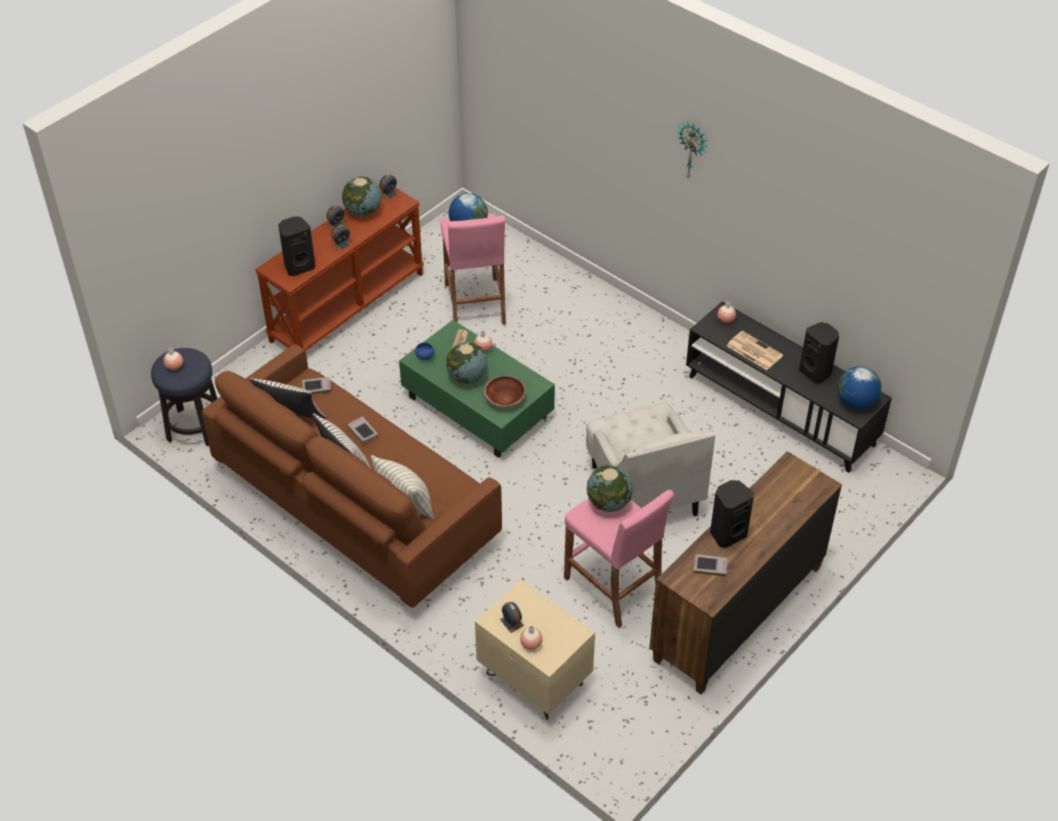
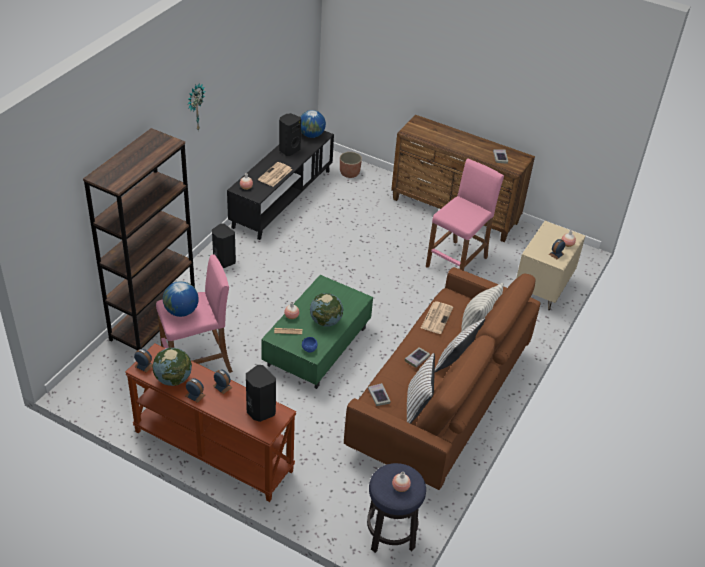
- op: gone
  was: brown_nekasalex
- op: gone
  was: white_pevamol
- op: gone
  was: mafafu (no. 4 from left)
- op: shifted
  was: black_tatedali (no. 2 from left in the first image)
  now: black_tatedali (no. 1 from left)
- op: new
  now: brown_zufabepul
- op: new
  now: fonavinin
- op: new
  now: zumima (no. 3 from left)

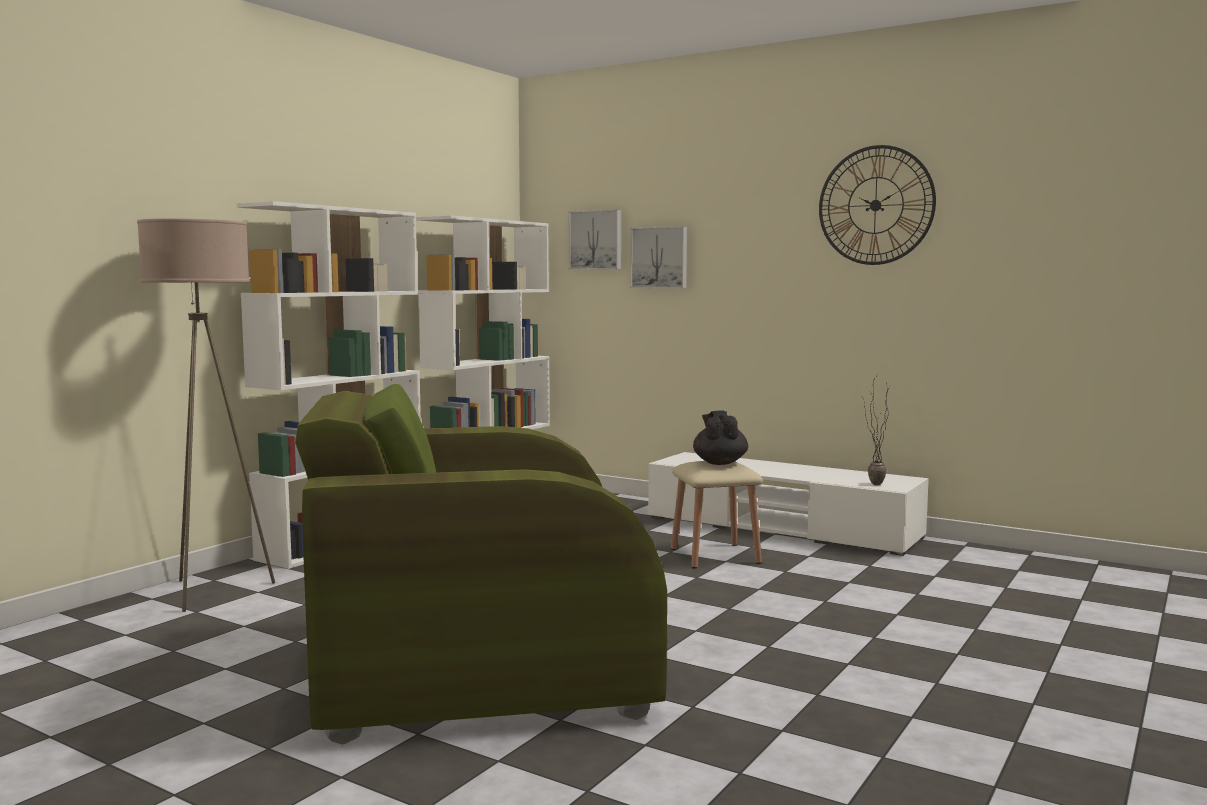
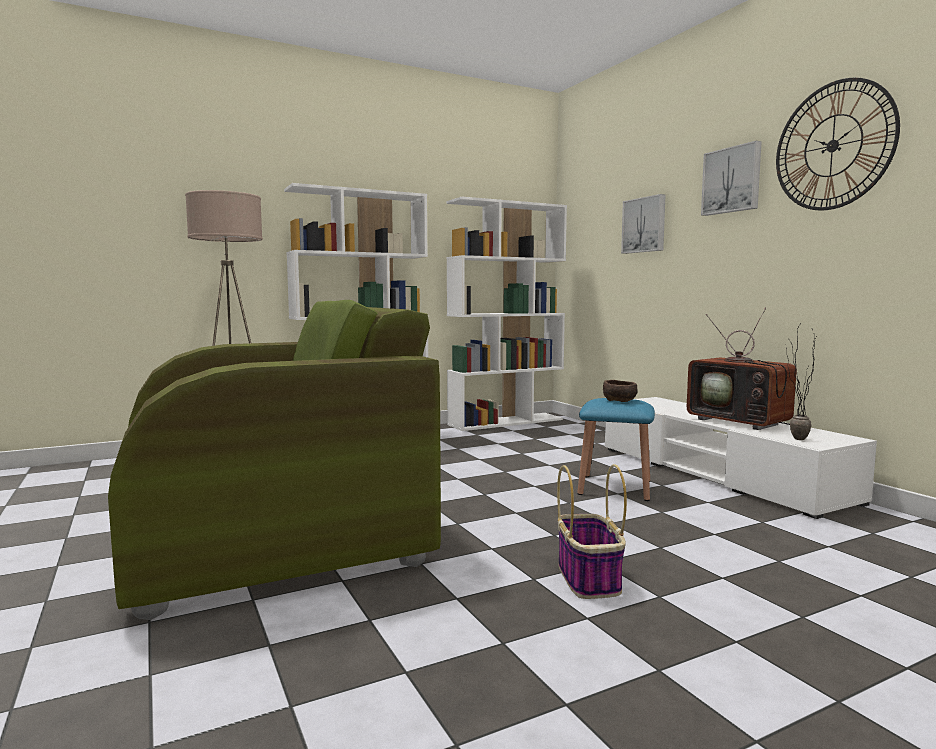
- op: rotated
  was: green_pevamol
  clockwise: 135
- op: shifted
  was: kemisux (no. 1 from left in the first image)
  now: kemisux (no. 2 from left)
- op: repainted
  was: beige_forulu
  now: blue_forulu
- op: swapped
  was: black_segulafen
  now: brown_nekasalex
- op: new
  now: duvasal
- op: new
  now: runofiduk

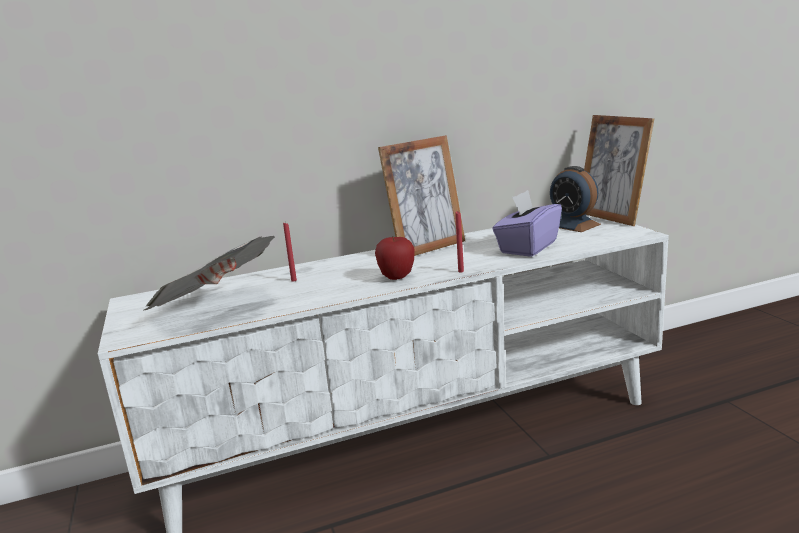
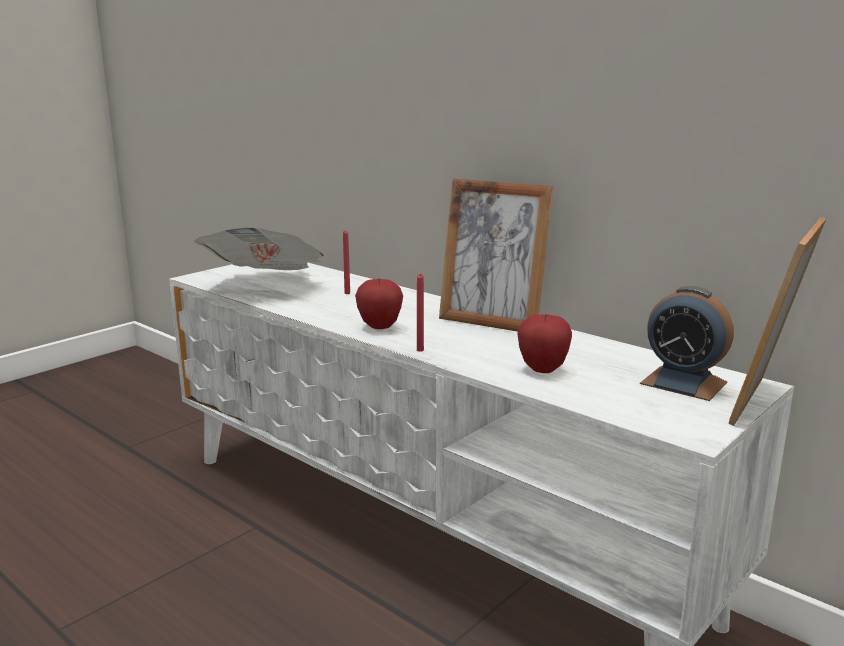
- op: swapped
  was: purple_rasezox
  now: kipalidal (no. 2 from left)
- op: rotated
  was: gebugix
  clockwise: -75

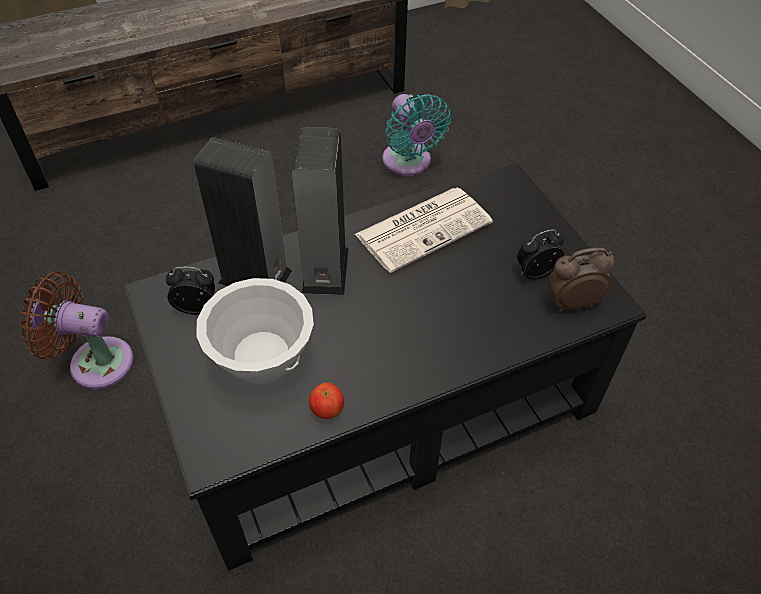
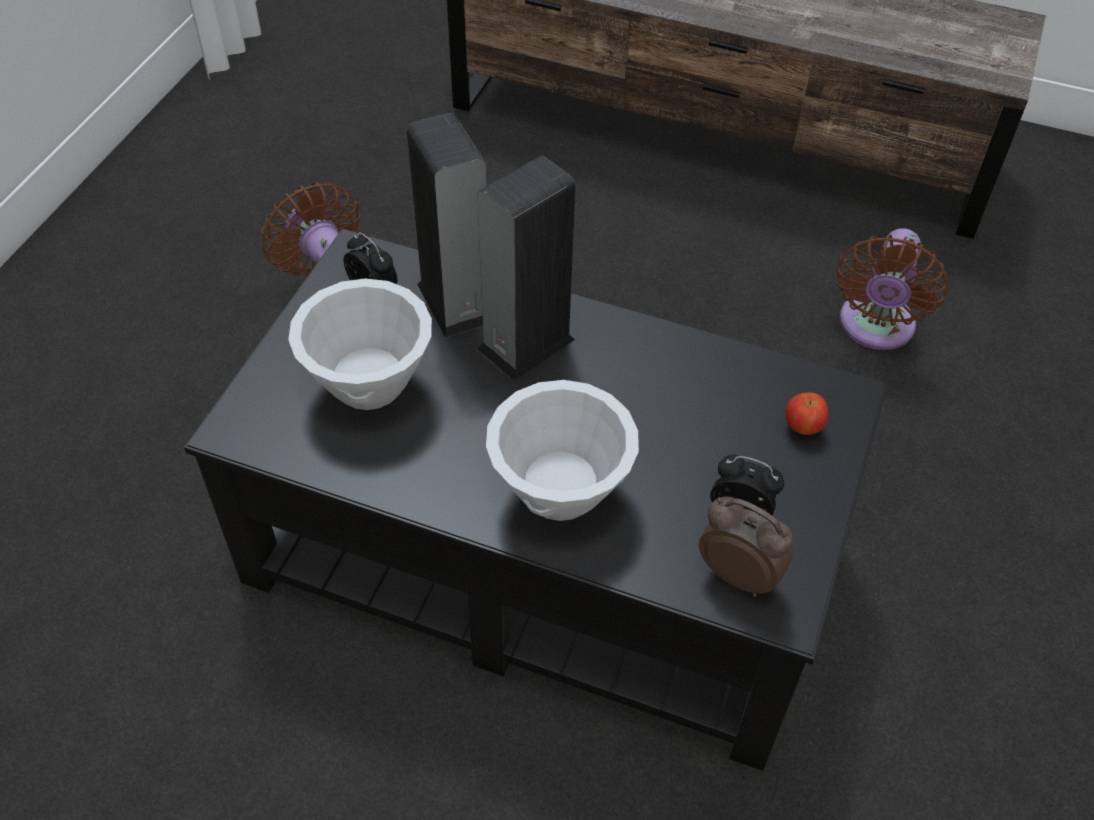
- op: shifted
  was: kipalidal
- op: gone
  was: zumima
- op: repainted
  was: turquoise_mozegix
  now: brown_mozegix (no. 2 from left)
- op: new
  now: white_nekasalex (no. 2 from left)

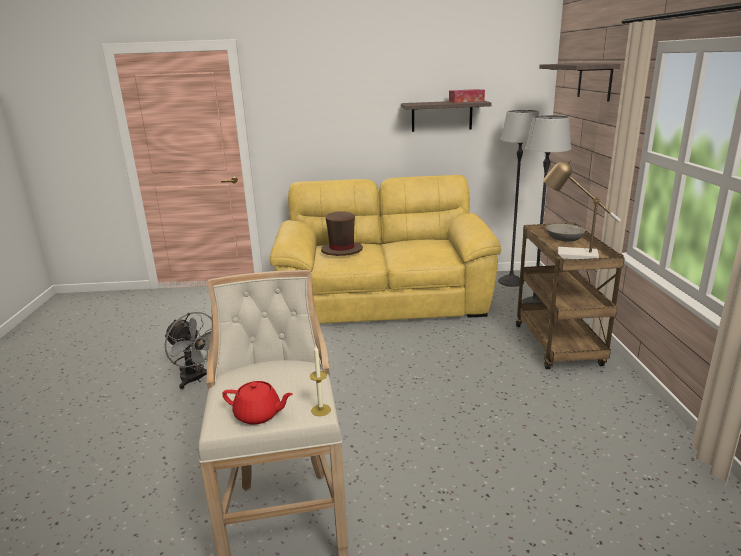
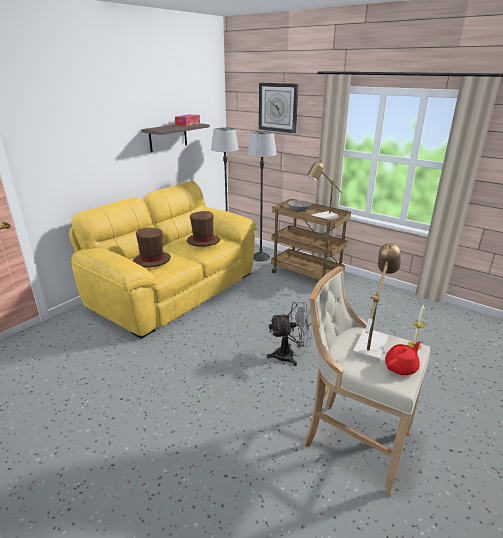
- op: shifted
  was: grey_mozegix
- op: swapped
  was: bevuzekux (no. 2 from left)
  now: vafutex
- op: new
  now: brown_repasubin (no. 2 from left)
- op: new
  now: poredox (no. 2 from left)

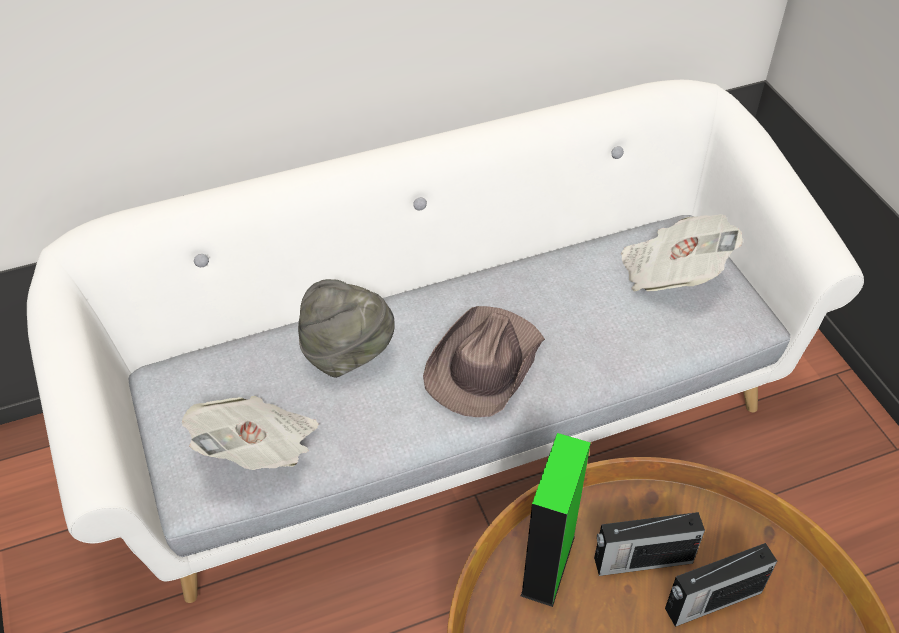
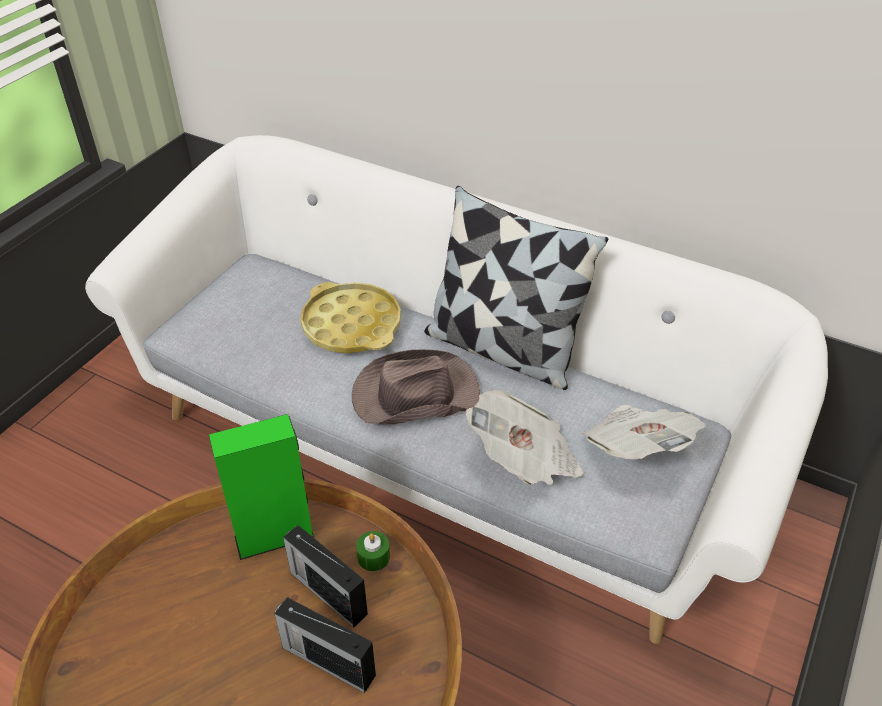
- op: shifted
  was: zumima (no. 1 from left)
- op: swapped
  was: grey_repasubin
  now: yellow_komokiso
- op: new
  now: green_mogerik
- op: new
  now: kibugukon

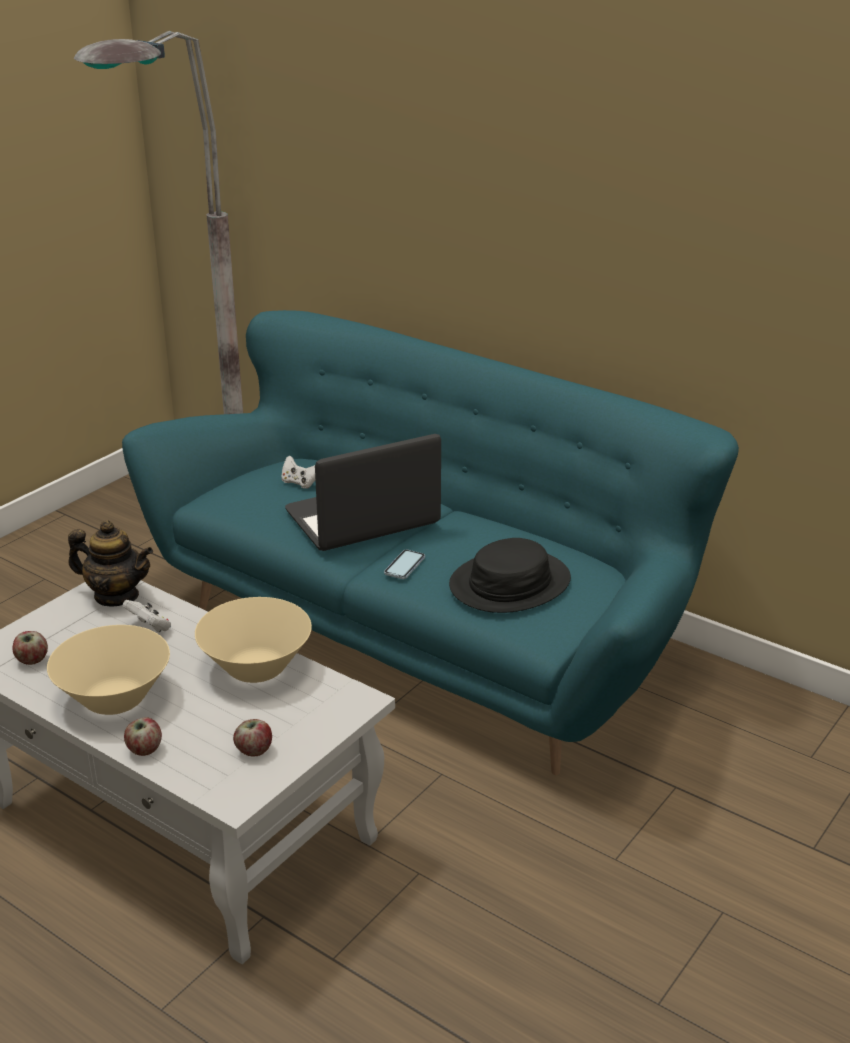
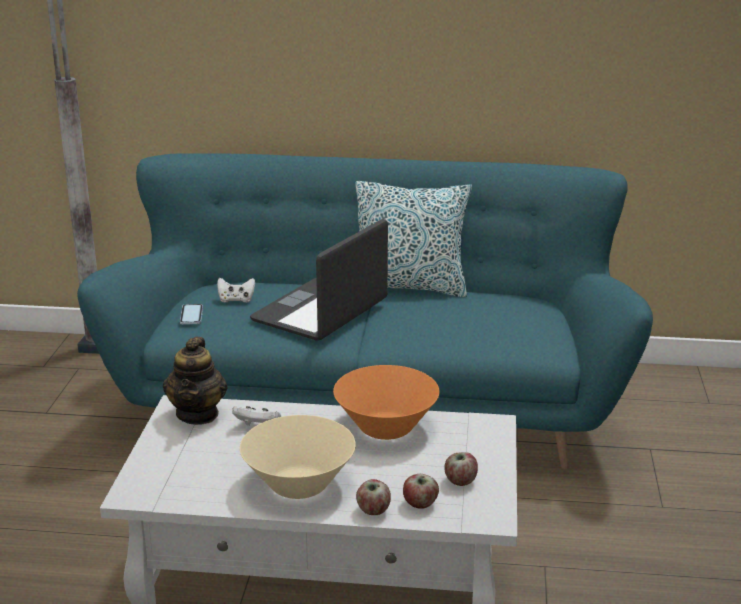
- op: shifted
  was: kipalidal (no. 1 from left in the first image)
  now: kipalidal (no. 2 from left)
- op: rotated
  was: segulafen
  clockwise: 105
- op: repainted
  was: beige_nekasalex (no. 2 from left)
  now: orange_nekasalex
- op: shifted
  was: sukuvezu
- op: gone
  was: black_repasubin
- op: new
  now: kibugukon

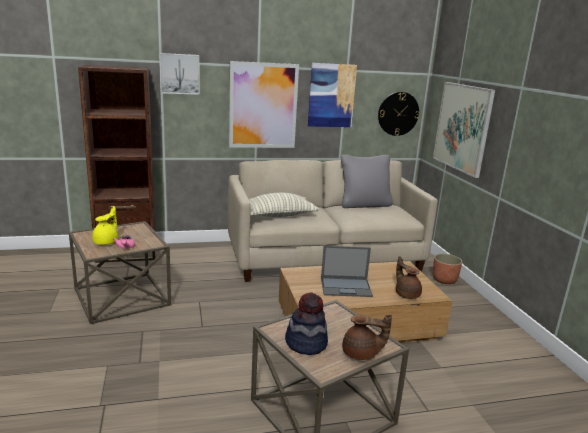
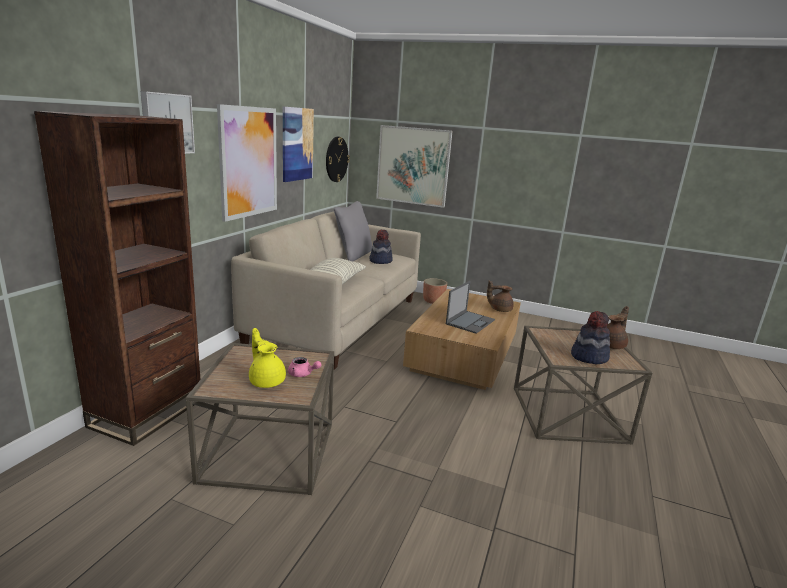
- op: new
  now: repasubin (no. 1 from left)

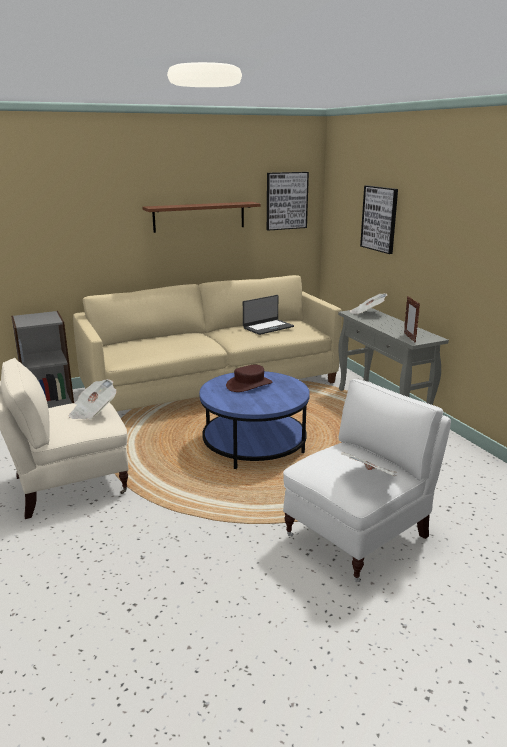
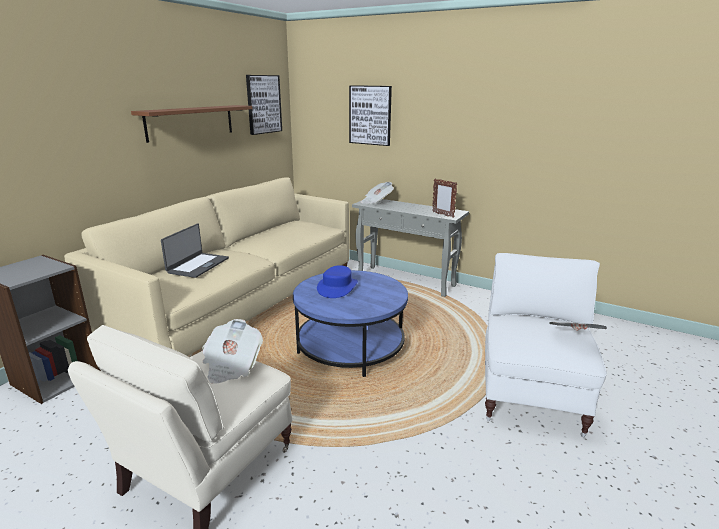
- op: repainted
  was: brown_repasubin
  now: blue_repasubin
- op: shifted
  was: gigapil

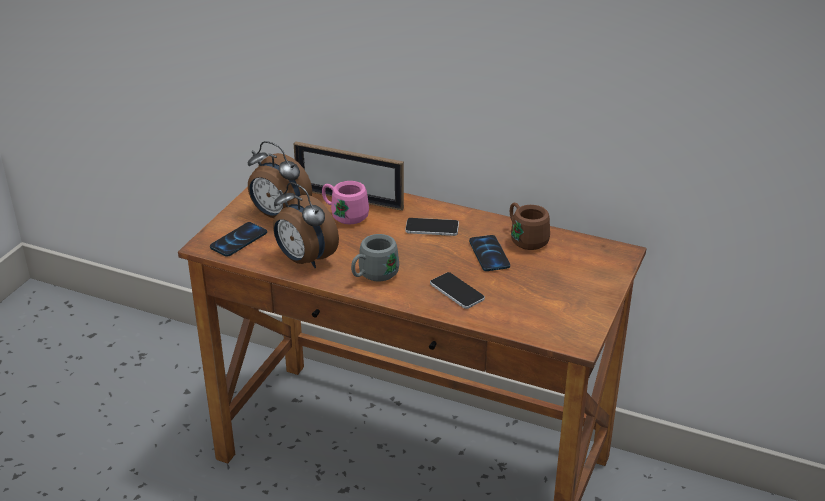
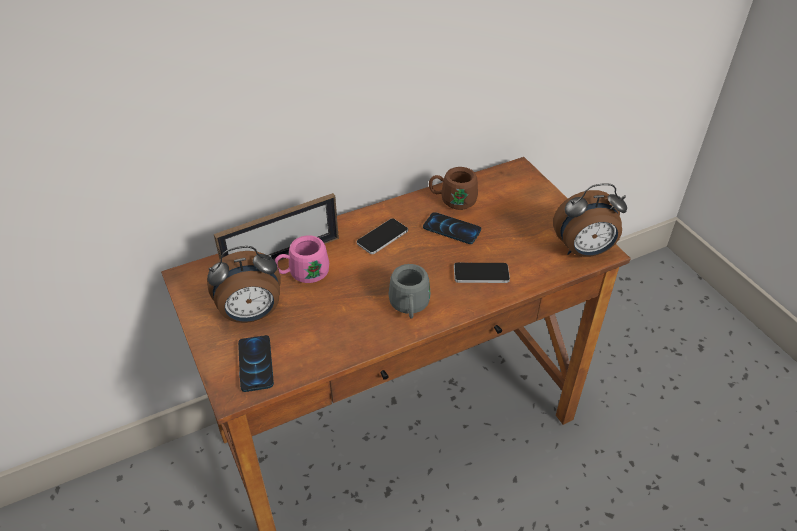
- op: shifted
  was: gebugix (no. 2 from left)

